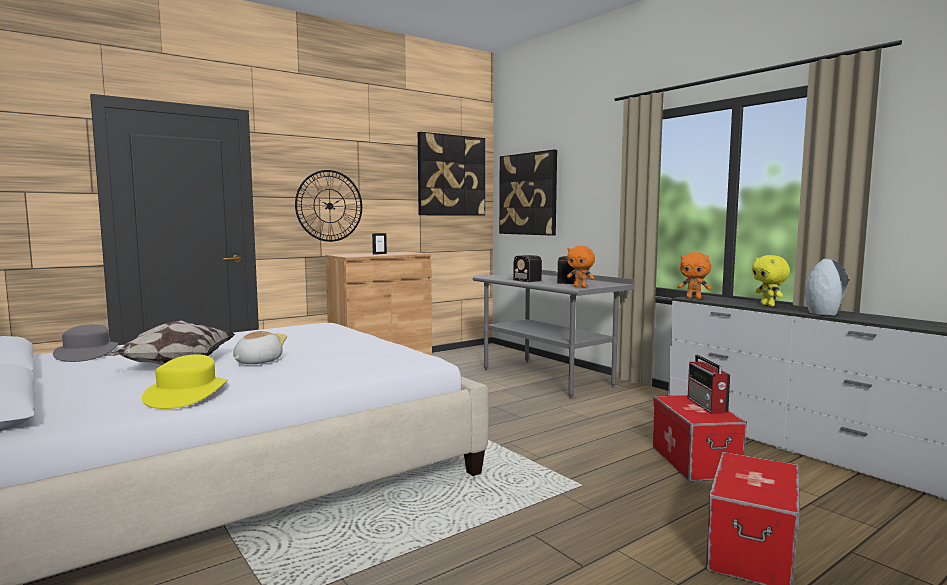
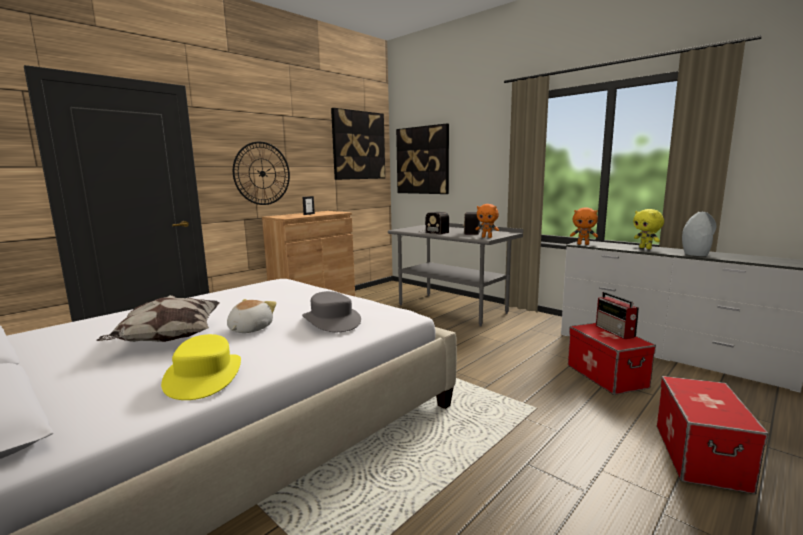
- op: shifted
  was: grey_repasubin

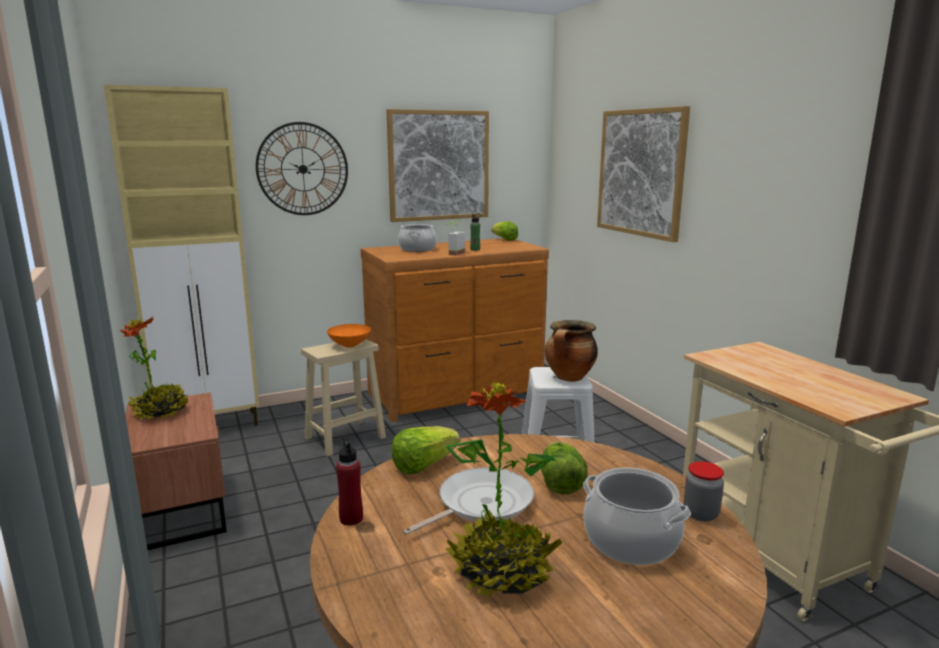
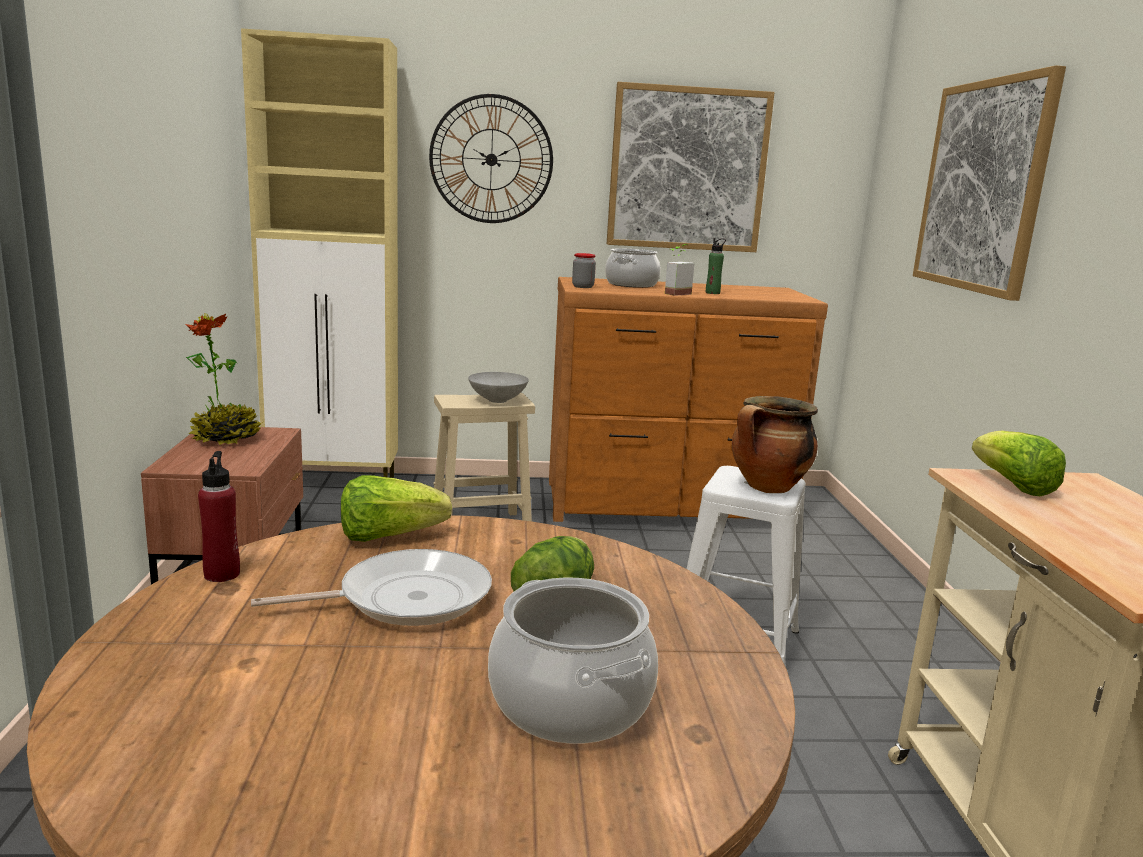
- op: repainted
  was: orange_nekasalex
  now: grey_nekasalex
- op: gone
  was: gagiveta (no. 3 from left)
- op: shifted
  was: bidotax (no. 2 from left in the first image)
  now: bidotax (no. 3 from left)
- op: shifted
  was: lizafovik

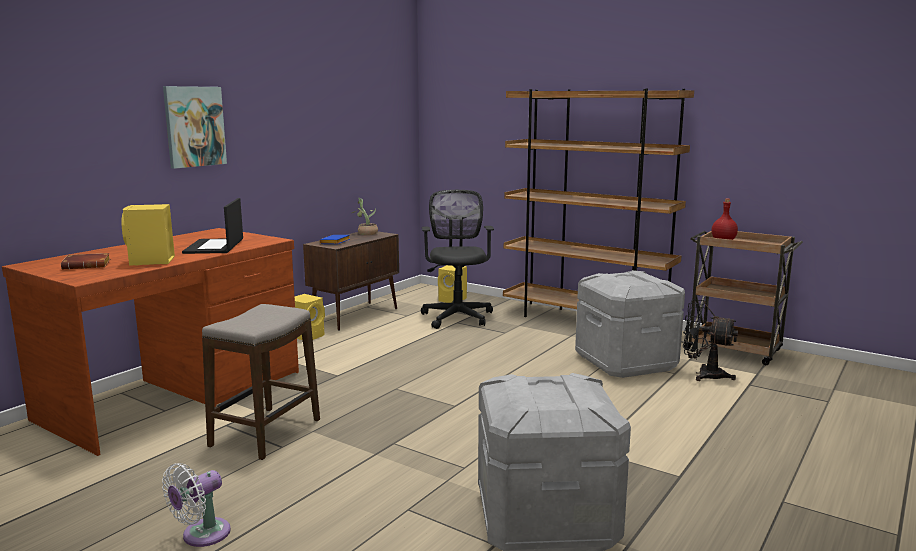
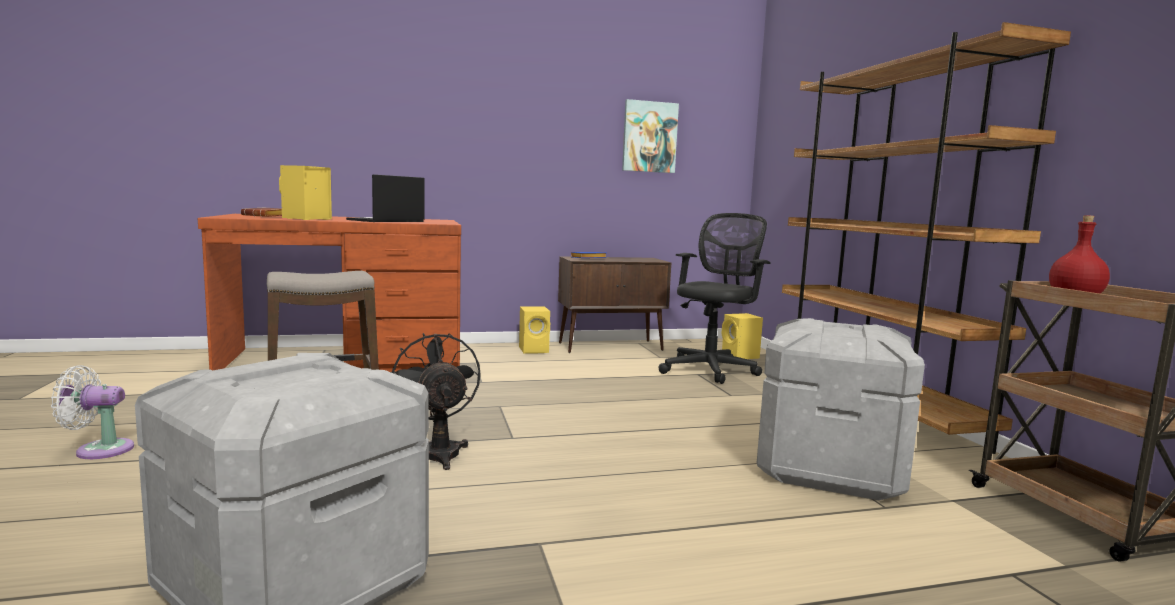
- op: shifted
  was: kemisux
- op: gone
  was: gagiveta
- op: shifted
  was: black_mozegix

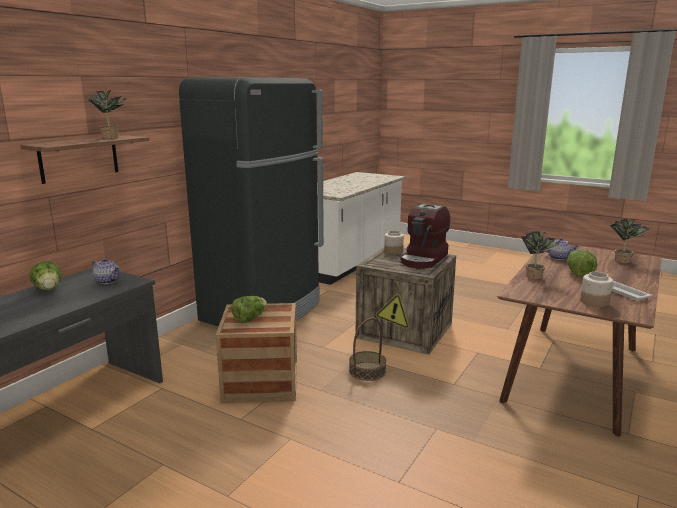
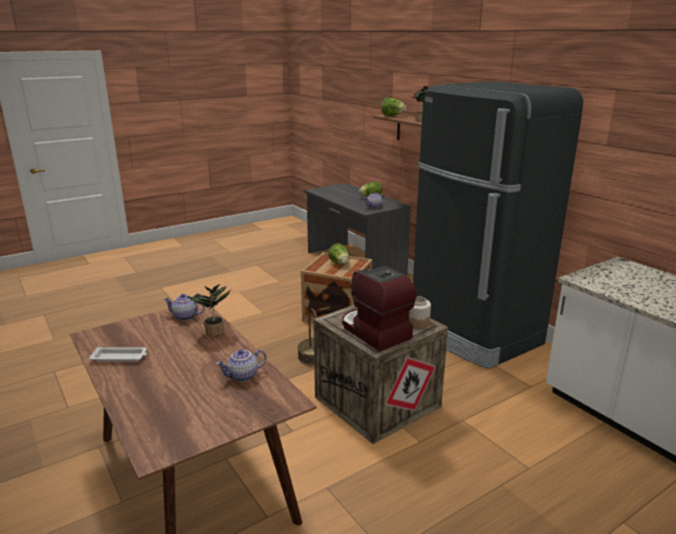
- op: shifted
  was: bidotax (no. 3 from left)
- op: gone
  was: lizafovik (no. 2 from left)
- op: gone
  was: gagiveta (no. 3 from left)
- op: new
  now: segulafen (no. 1 from left)

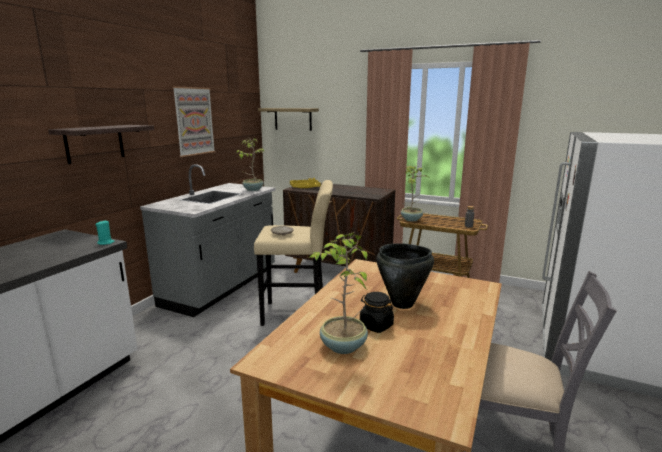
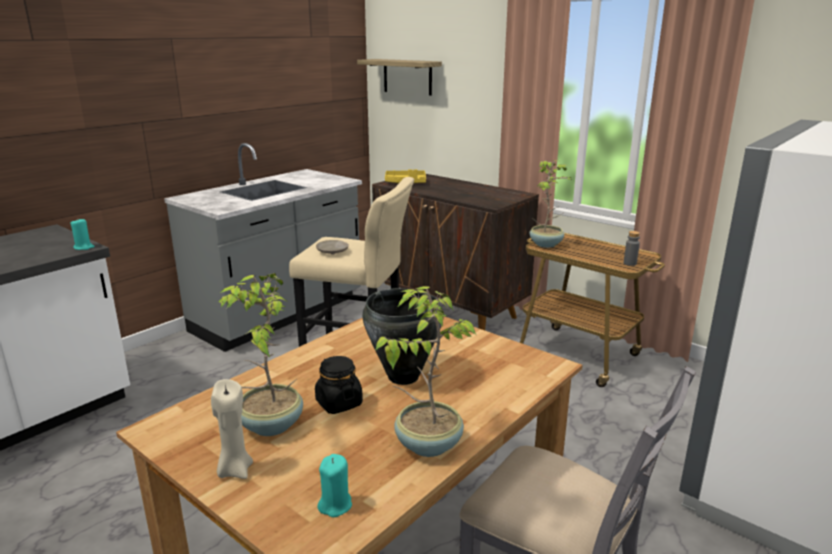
- op: gone
  was: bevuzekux (no. 1 from left)
- op: gone
  was: kemisux
- op: shifted
  was: gagiveta (no. 1 from left in the first image)
  now: gagiveta (no. 2 from left)
- op: new
  now: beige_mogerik
- op: new
  now: turquoise_mogerik (no. 2 from left)

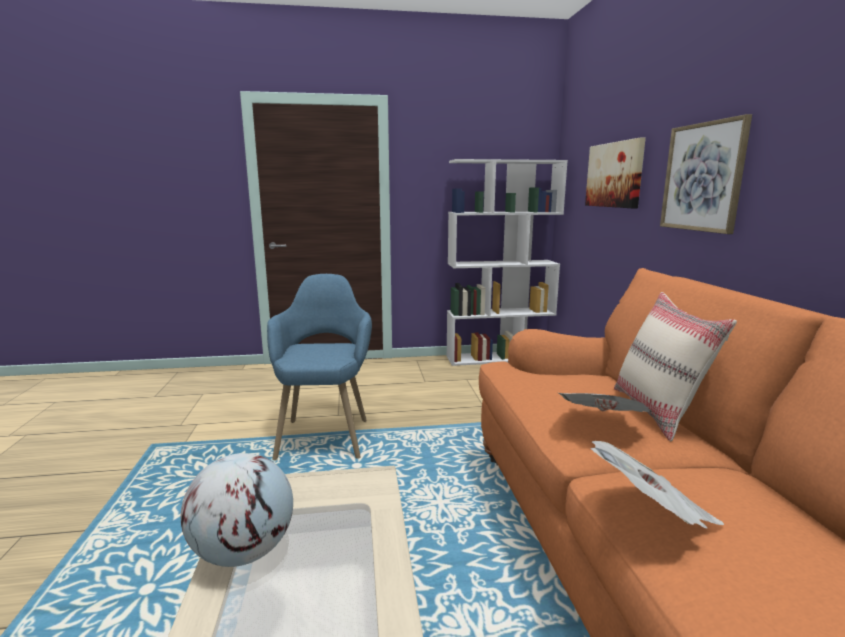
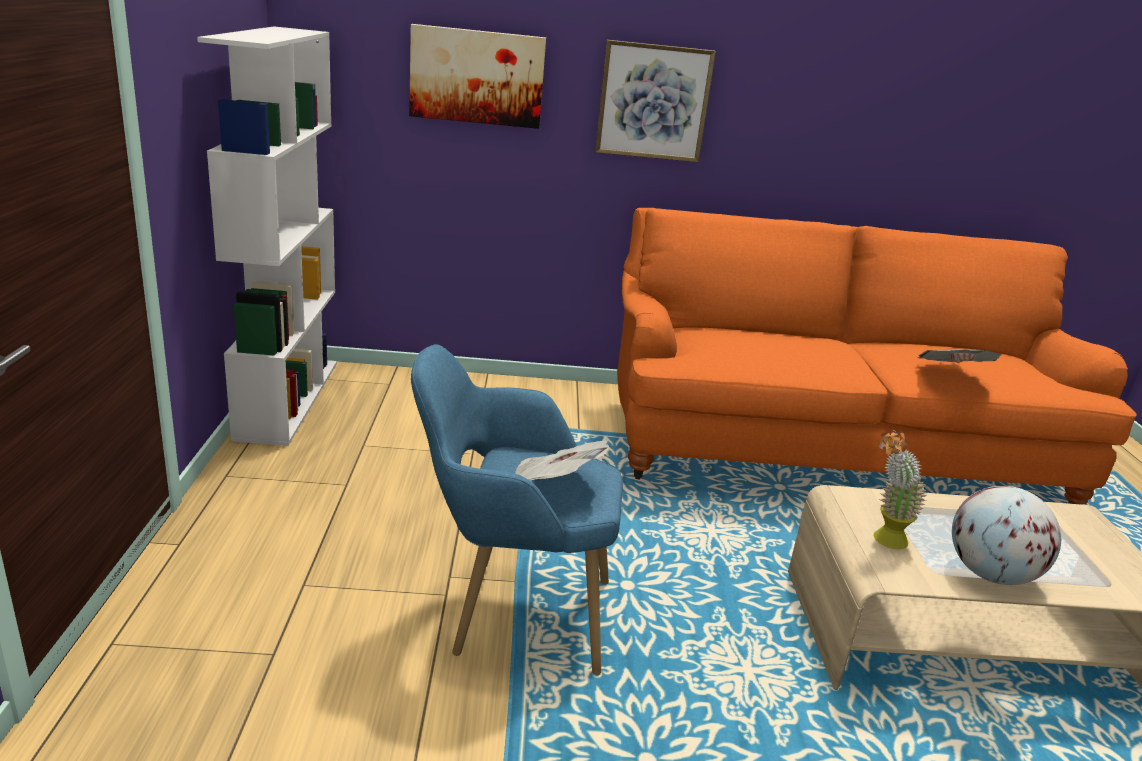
- op: shifted
  was: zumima (no. 1 from left)
- op: gone
  was: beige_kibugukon
- op: new
  now: gagiveta

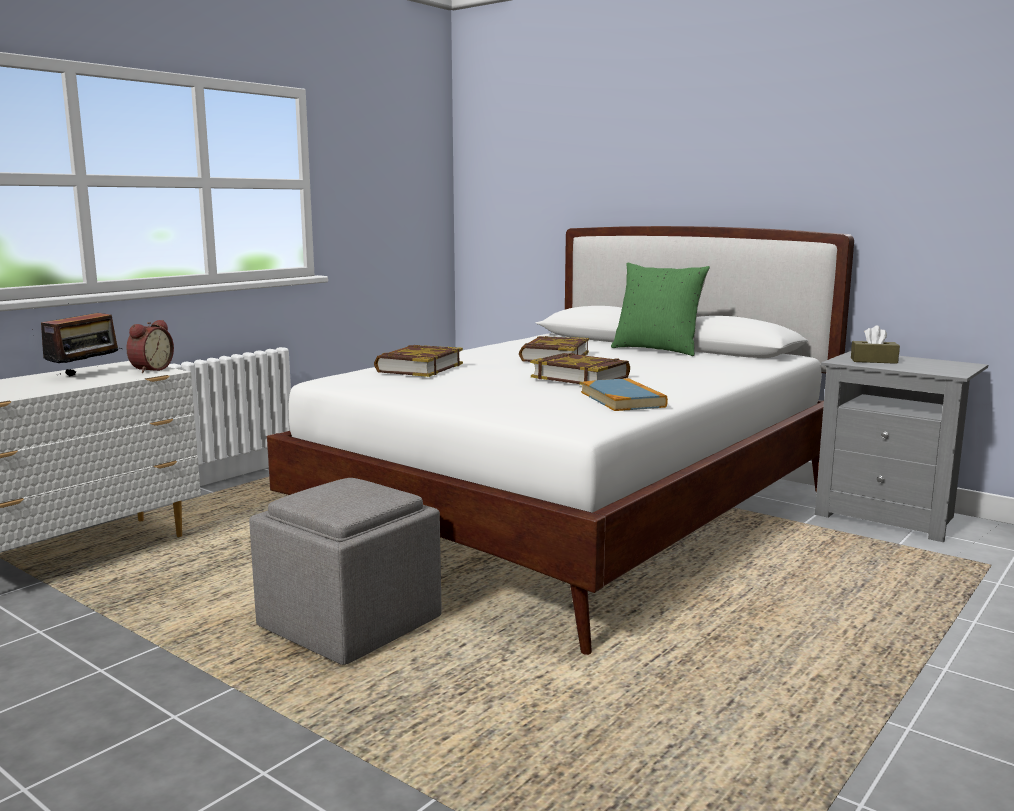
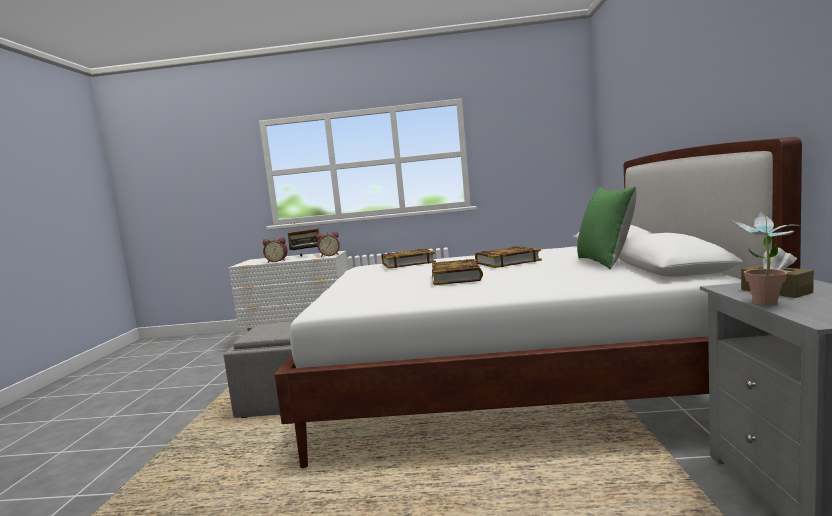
- op: gone
  was: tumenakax (no. 4 from left)
- op: new
  now: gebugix (no. 1 from left)
- op: new
  now: gagiveta

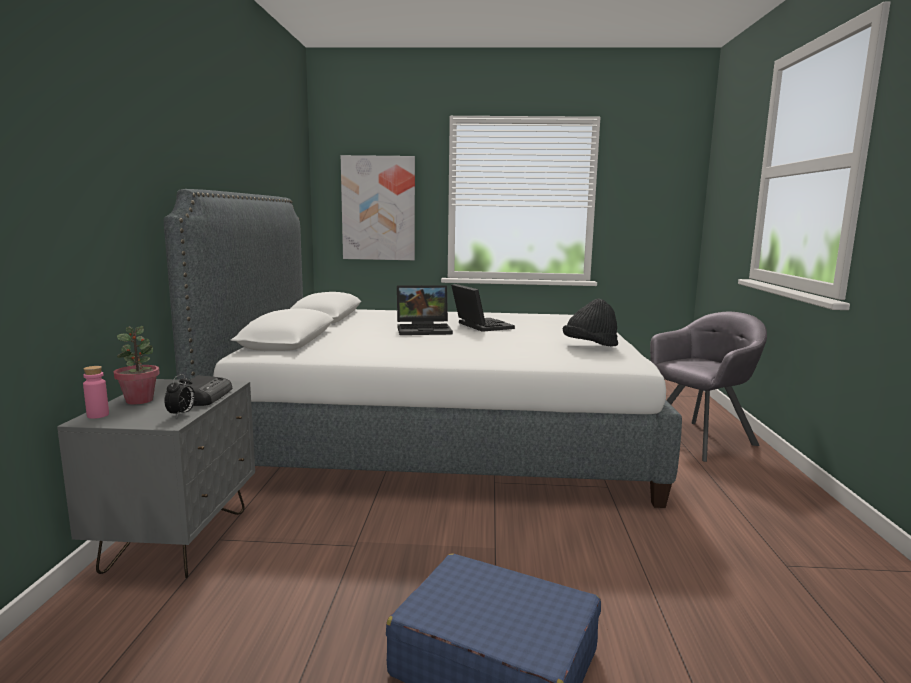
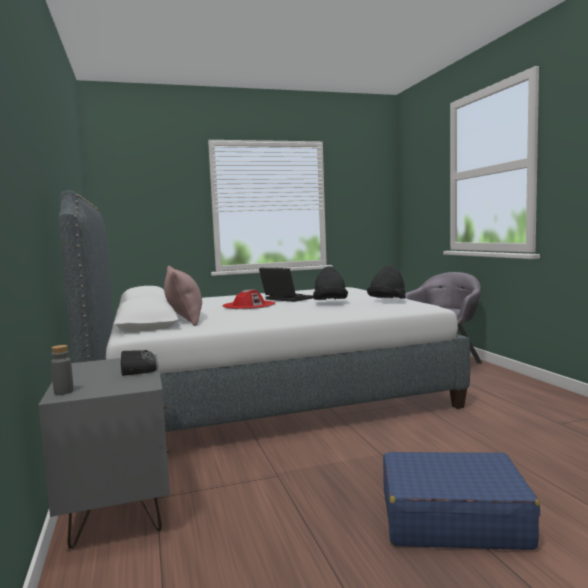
- op: repainted
  was: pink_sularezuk
  now: grey_sularezuk
- op: gone
  was: gagiveta
- op: gone
  was: gebugix
- op: gone
  was: kemisux
- op: swapped
  was: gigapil (no. 1 from left)
  now: red_repasubin
- op: new
  now: pink_kibugukon
- op: new
  now: black_repasubin (no. 1 from left)

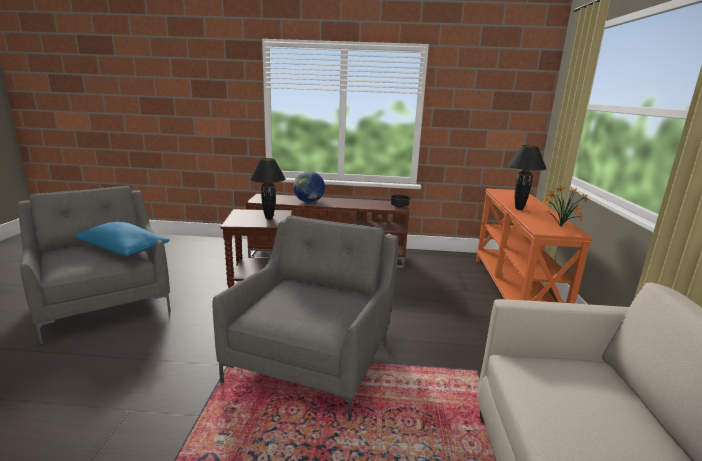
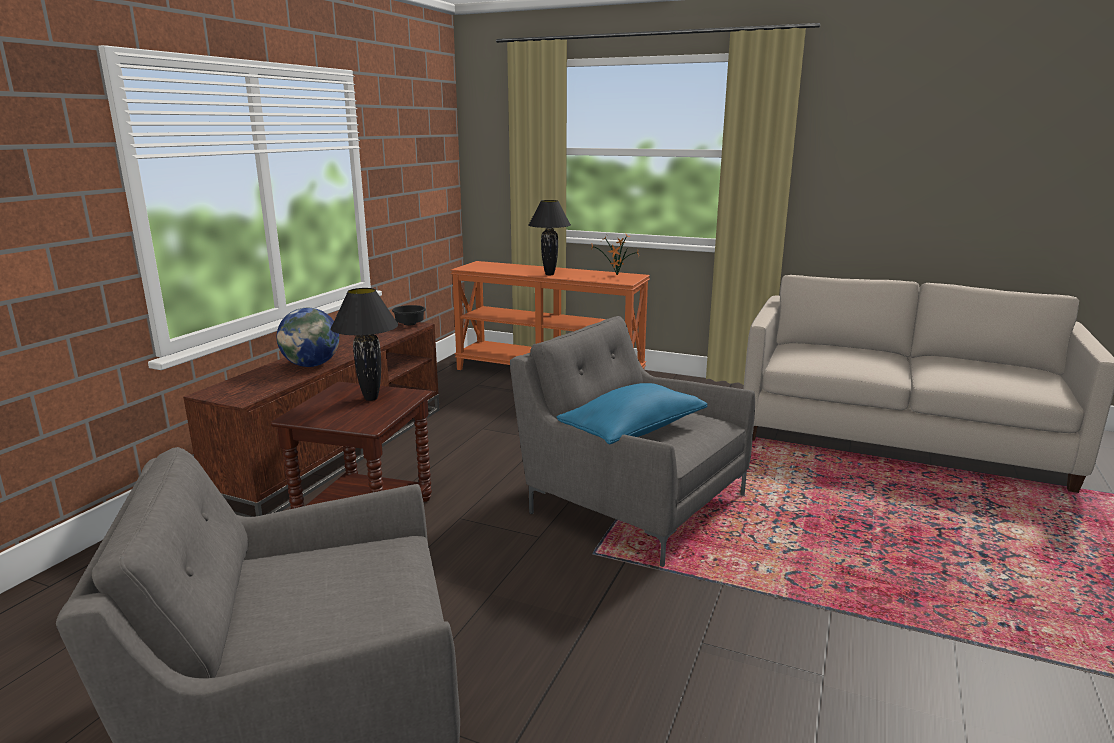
- op: shifted
  was: blue_kibugukon

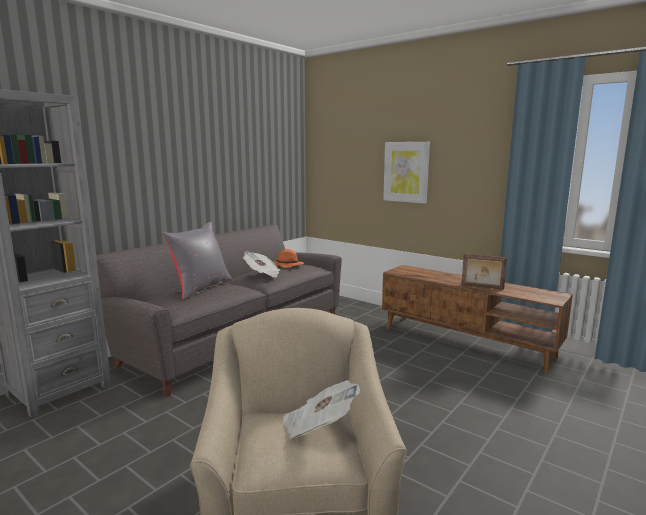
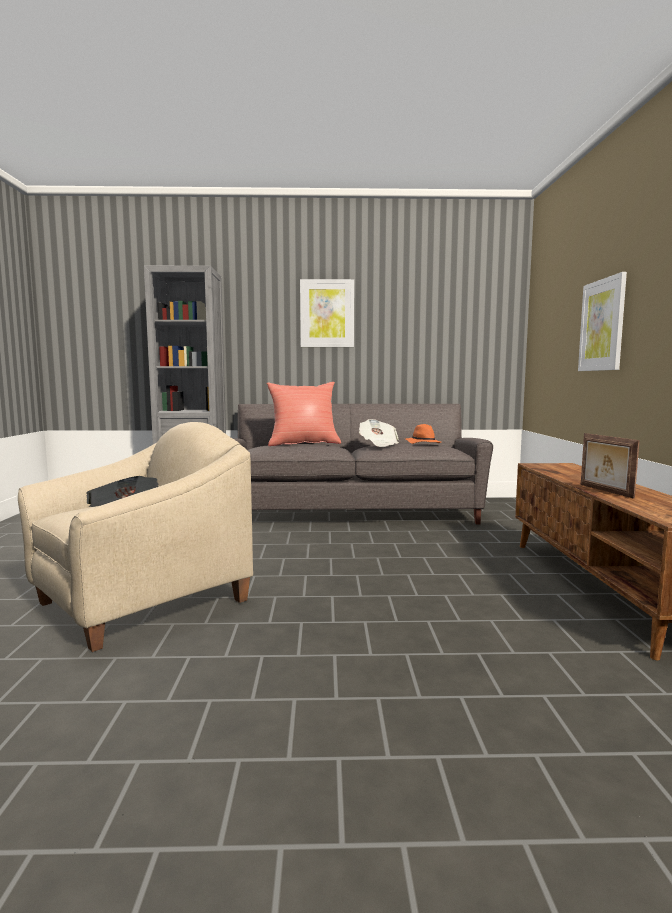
- op: repainted
  was: grey_kibugukon
  now: red_kibugukon
- op: new
  now: kemisux (no. 1 from left)

